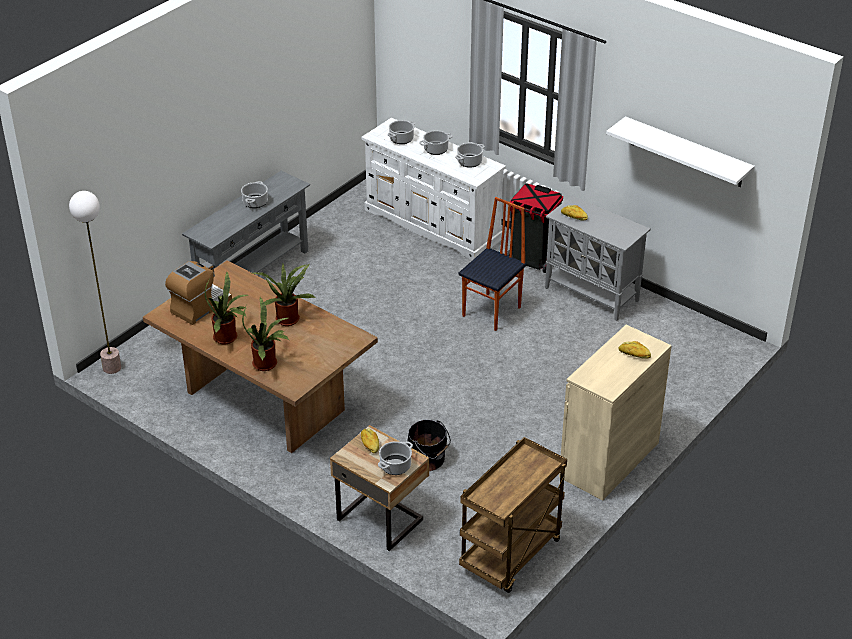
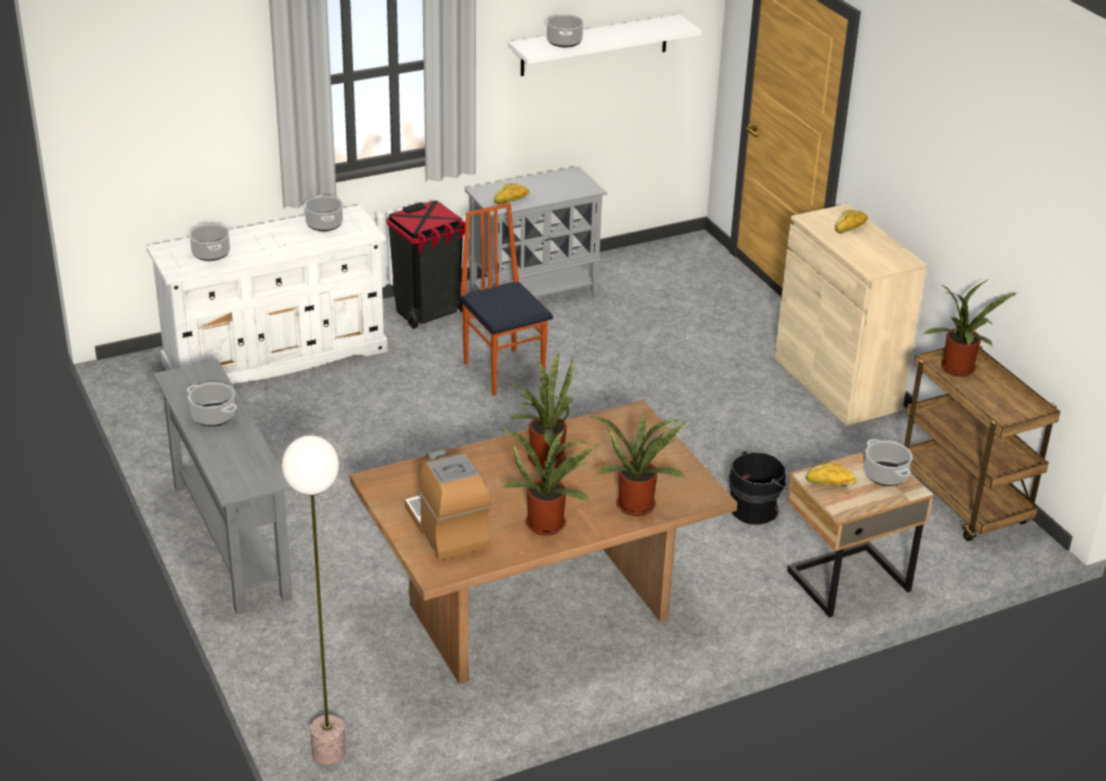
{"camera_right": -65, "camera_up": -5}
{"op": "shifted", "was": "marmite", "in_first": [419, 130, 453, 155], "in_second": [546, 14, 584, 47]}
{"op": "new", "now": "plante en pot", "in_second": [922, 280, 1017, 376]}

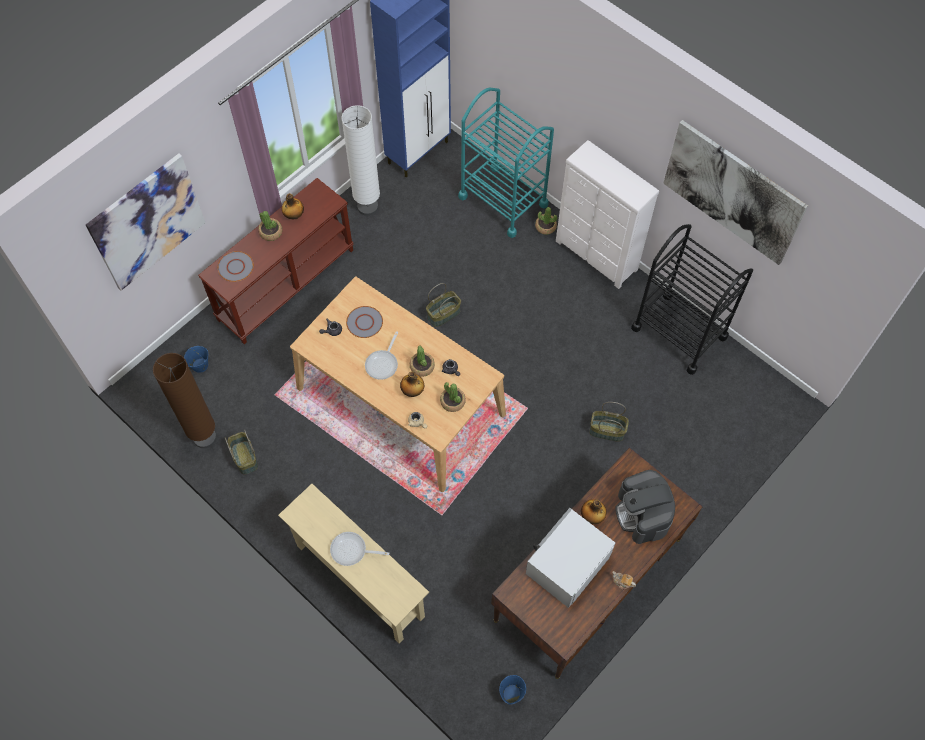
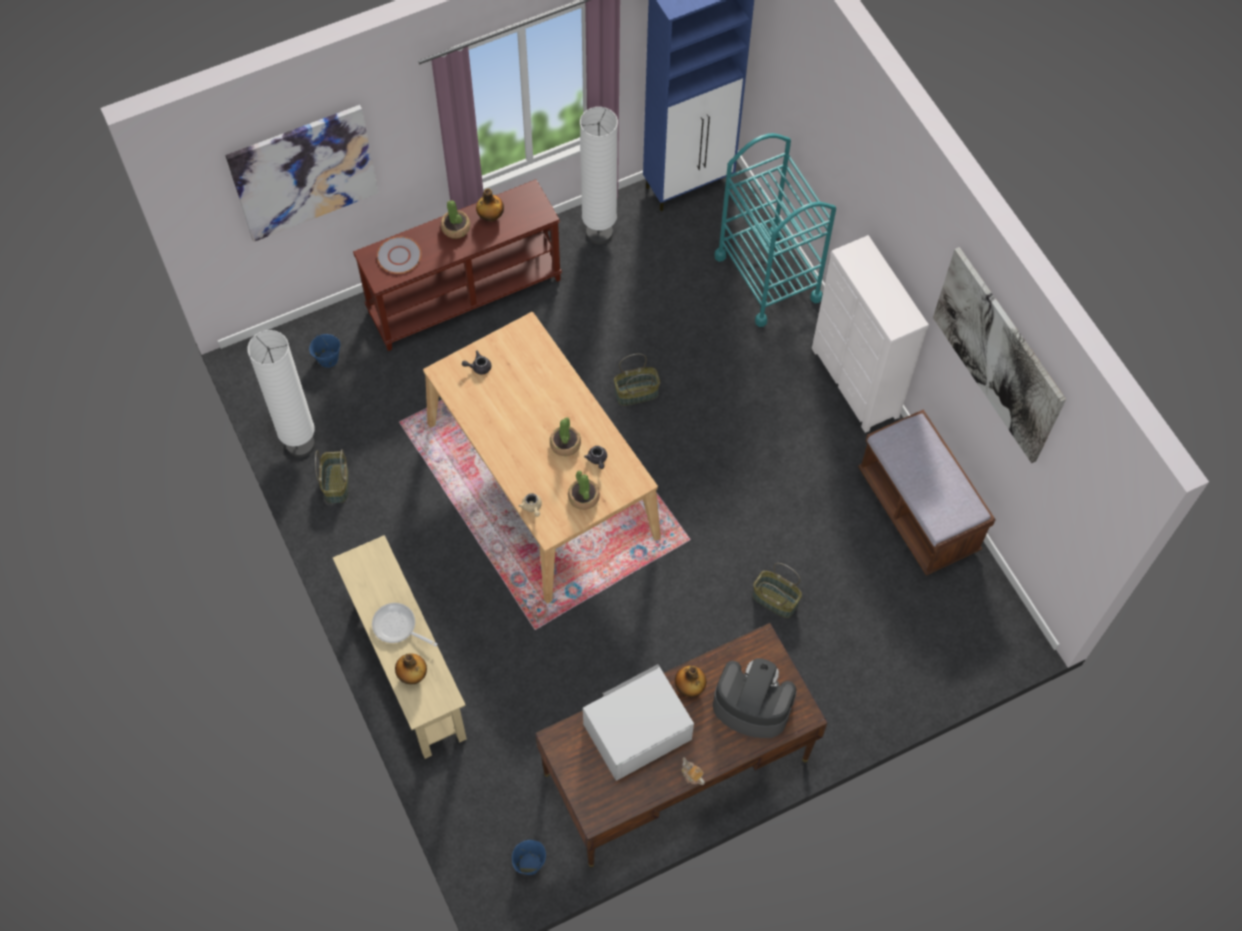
{"camera_right": 20, "camera_up": 0}
{"op": "gone", "was": "plante en pot", "in_first": [535, 207, 557, 235]}
{"op": "swapped", "was": "chariot/noir", "now": "banc/marron", "in_first": [631, 224, 753, 375], "in_second": [858, 410, 996, 576]}
{"op": "gone", "was": "assiette/gris", "in_first": [346, 306, 383, 338]}
{"op": "gone", "was": "poêle", "in_first": [365, 331, 399, 380]}
{"op": "repainted", "was": "lampadaire/marron", "now": "lampadaire/blanc", "in_first": [153, 353, 217, 448], "in_second": [247, 330, 315, 458]}
{"op": "shifted", "was": "bouteille", "in_first": [400, 371, 424, 397], "in_second": [395, 653, 427, 684]}
{"op": "rotated", "was": "machine à café", "in_first": [615, 470, 675, 544], "in_second": [713, 658, 796, 738], "clockwise": 105}

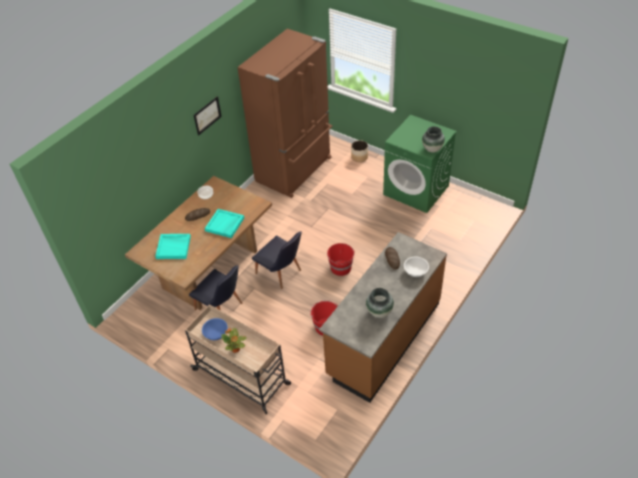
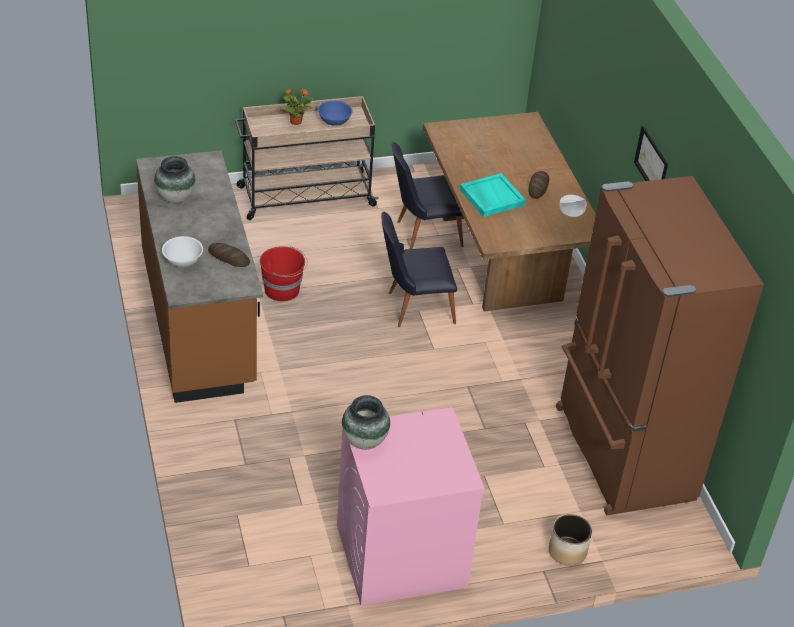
{"camera_right": 125, "camera_up": -5}
{"op": "repainted", "was": "lave-linge/vert", "now": "lave-linge/rose", "in_first": [383, 115, 457, 213], "in_second": [337, 407, 485, 606]}
{"op": "gone", "was": "plateau/turquoise", "in_first": [155, 234, 191, 259]}
{"op": "gone", "was": "seau/rouge", "in_first": [327, 243, 355, 276]}

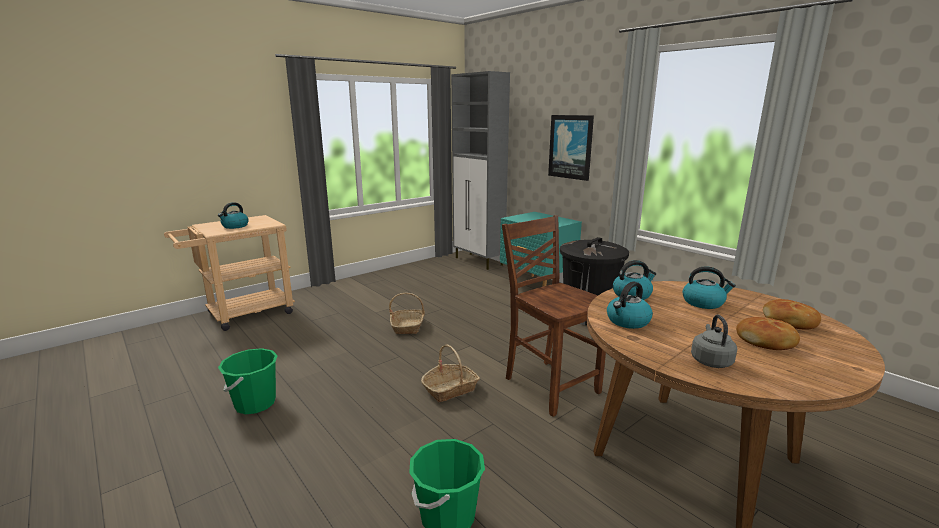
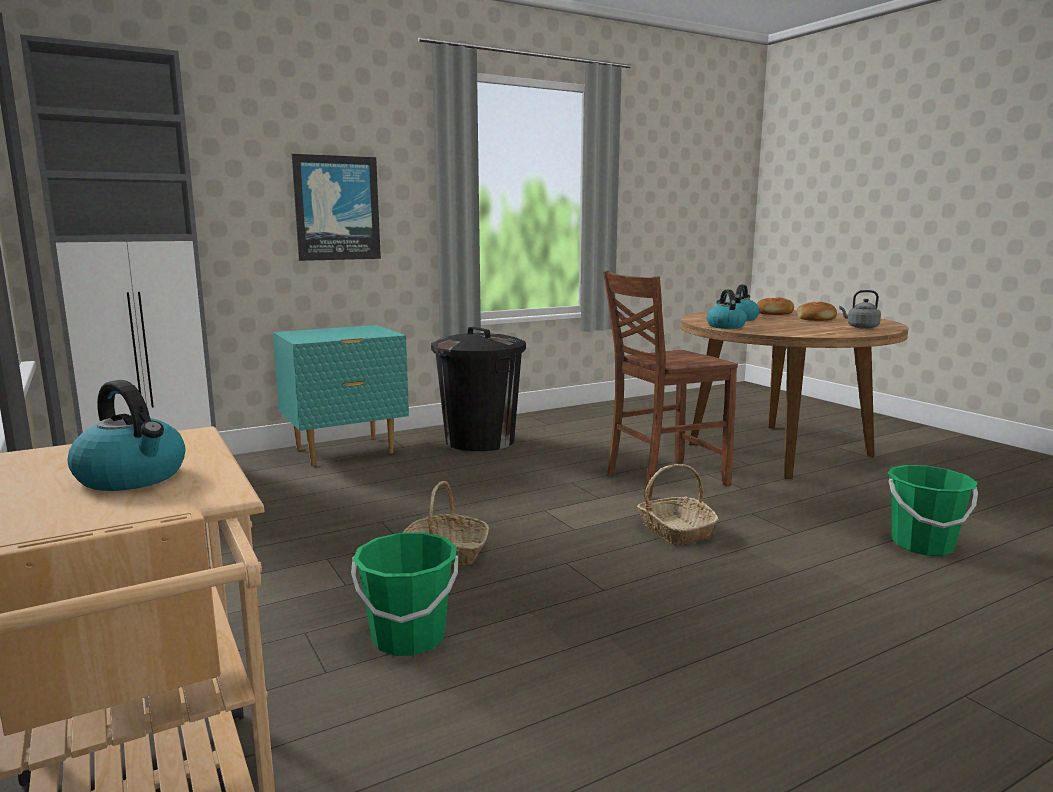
{"camera_right": -80, "camera_up": -5}
{"op": "gone", "was": "bouilloire", "in_first": [607, 282, 653, 329]}
{"op": "shifted", "was": "seau/vert", "in_first": [218, 348, 278, 414], "in_second": [351, 533, 458, 656]}

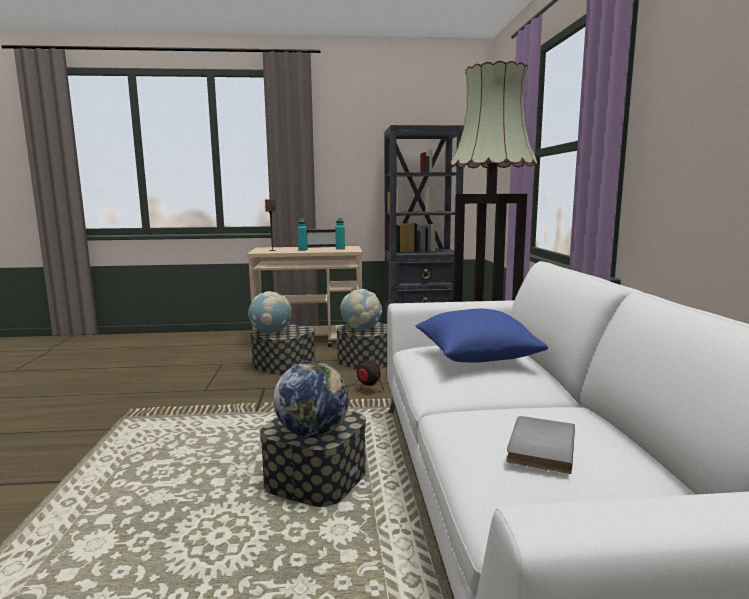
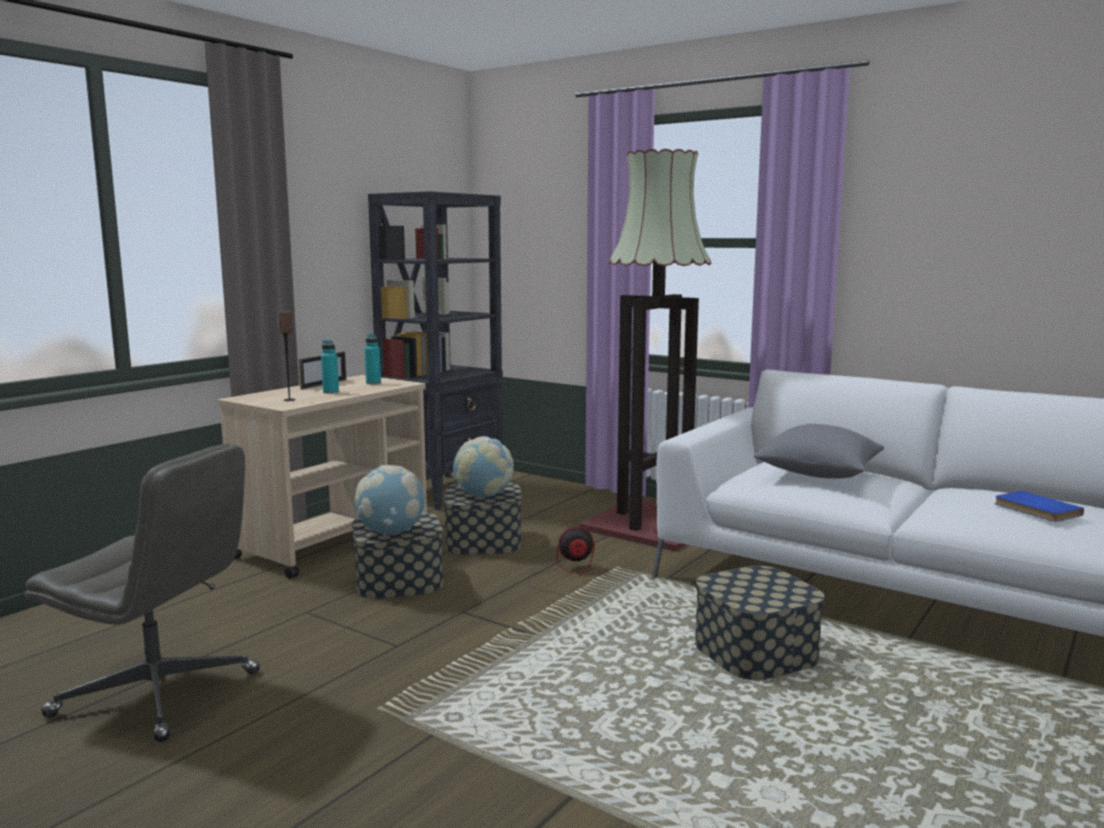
{"camera_right": -50, "camera_up": 0}
{"op": "repainted", "was": "coussin/bleu", "now": "coussin/gris", "in_first": [416, 309, 548, 363], "in_second": [753, 424, 884, 479]}
{"op": "gone", "was": "globe", "in_first": [273, 361, 349, 437]}
{"op": "repainted", "was": "livre/gris", "now": "livre/bleu", "in_first": [506, 416, 575, 474], "in_second": [995, 491, 1084, 522]}
{"op": "new", "now": "chaise de bureau/gris", "in_second": [25, 443, 260, 742]}

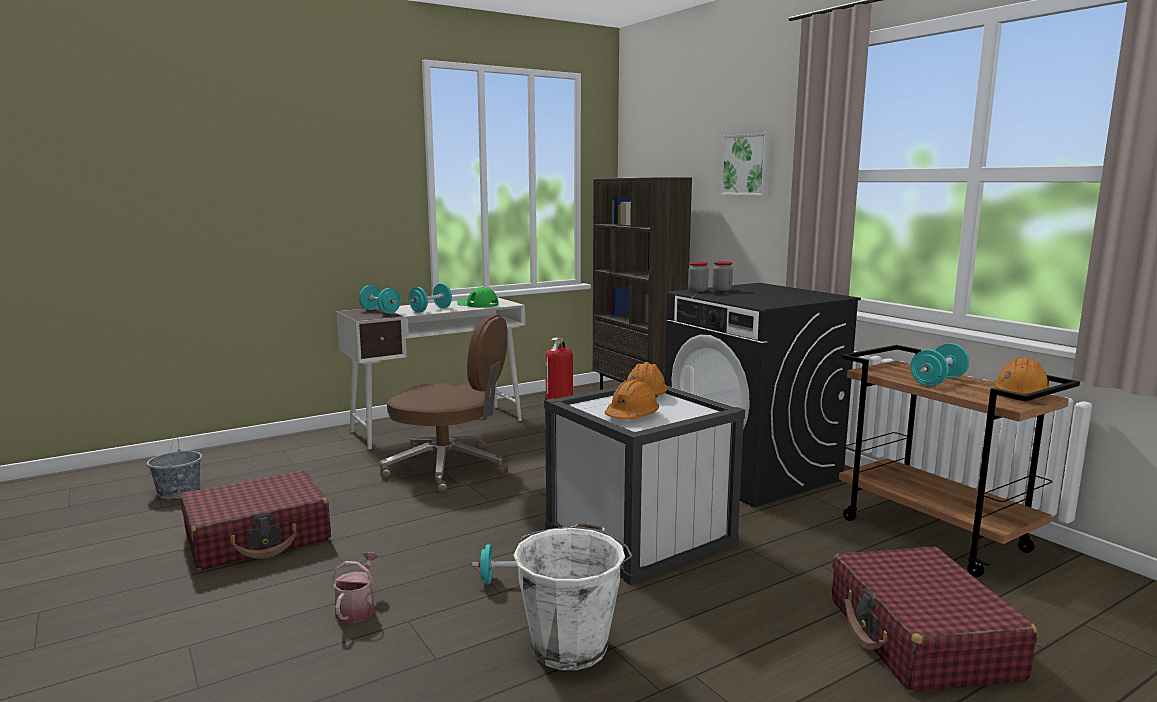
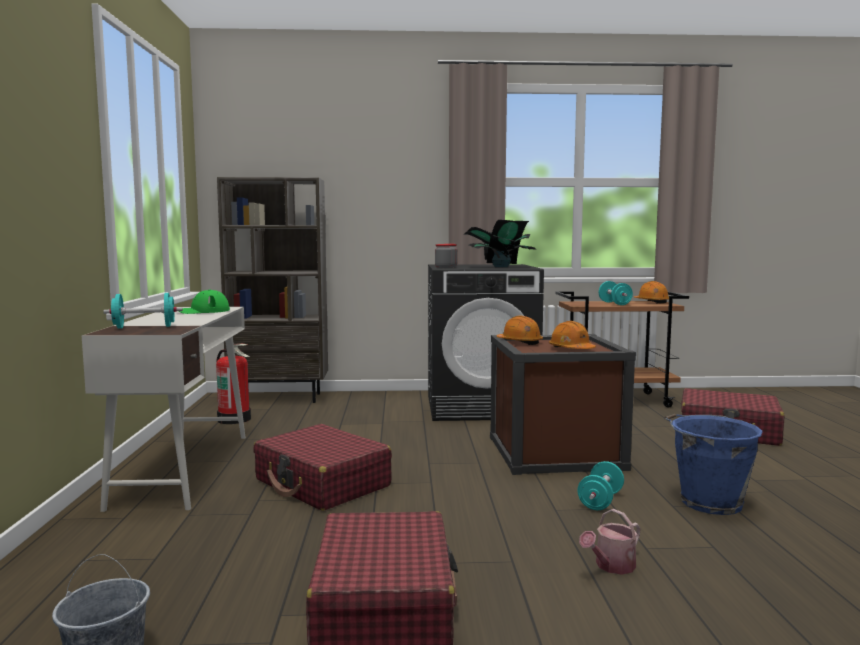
{"camera_right": -60, "camera_up": -5}
{"op": "gone", "was": "tableau", "in_first": [721, 133, 771, 196]}
{"op": "gone", "was": "haltère/turquoise", "in_first": [409, 284, 452, 312]}
{"op": "swapped", "was": "chaise de bureau/marron", "now": "valise/rouge", "in_first": [380, 314, 508, 493], "in_second": [253, 424, 392, 511]}
{"op": "repainted", "was": "boîte de rangement/blanc", "now": "boîte de rangement/marron", "in_first": [544, 386, 745, 585], "in_second": [490, 334, 636, 475]}
{"op": "repainted", "was": "seau/blanc", "now": "seau/bleu", "in_first": [513, 522, 632, 670], "in_second": [664, 414, 763, 515]}
{"op": "rotated", "was": "arrosoir", "in_first": [332, 552, 378, 623], "in_second": [579, 509, 641, 575], "clockwise": -75}
{"op": "new", "now": "plante en pot", "in_second": [463, 220, 537, 267]}

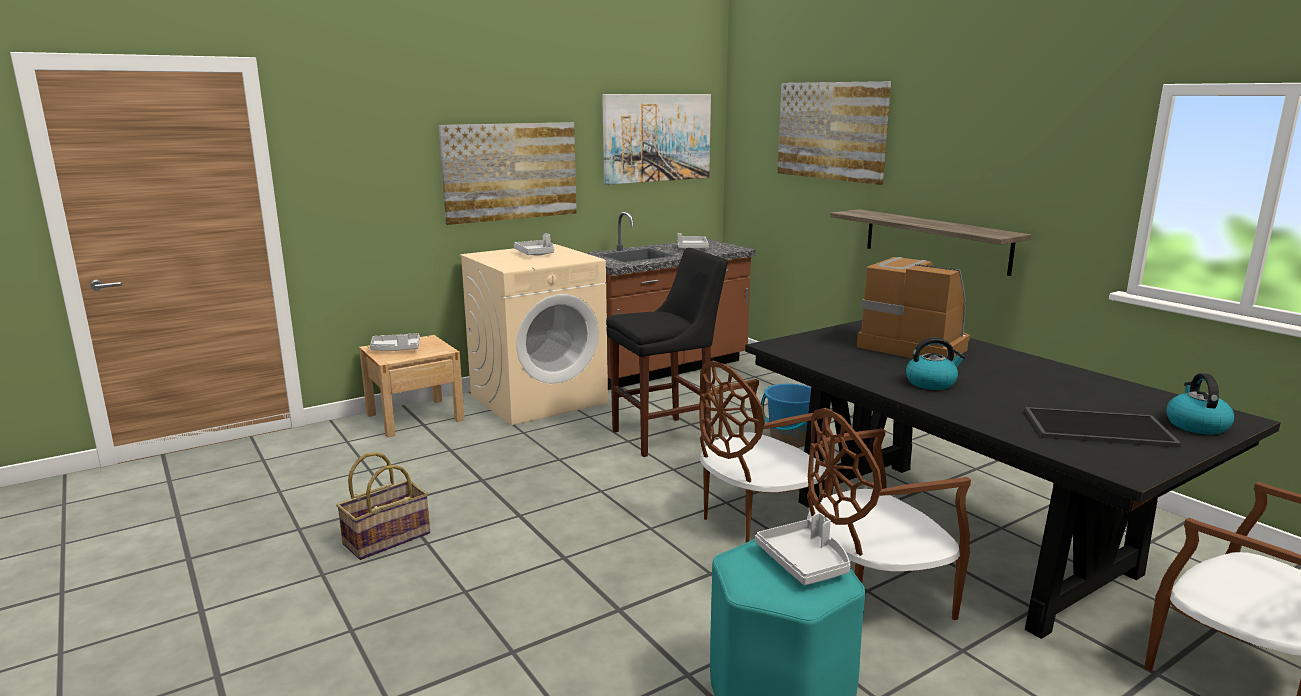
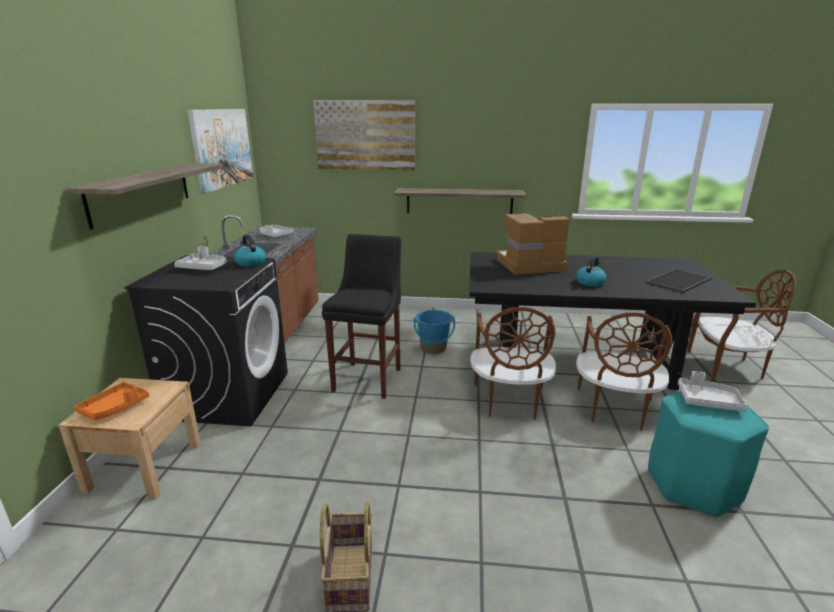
{"camera_right": -50, "camera_up": 5}
{"op": "swapped", "was": "tableau", "now": "étagère", "in_first": [439, 122, 577, 225], "in_second": [66, 163, 223, 230]}
{"op": "repainted", "was": "lave-linge/beige", "now": "lave-linge/noir", "in_first": [460, 244, 608, 426], "in_second": [124, 255, 288, 426]}
{"op": "repainted", "was": "plateau/gris", "now": "plateau/orange", "in_first": [370, 333, 420, 351], "in_second": [75, 382, 149, 420]}
{"op": "shifted", "was": "bouilloire", "in_first": [1166, 373, 1234, 435], "in_second": [234, 235, 266, 267]}

